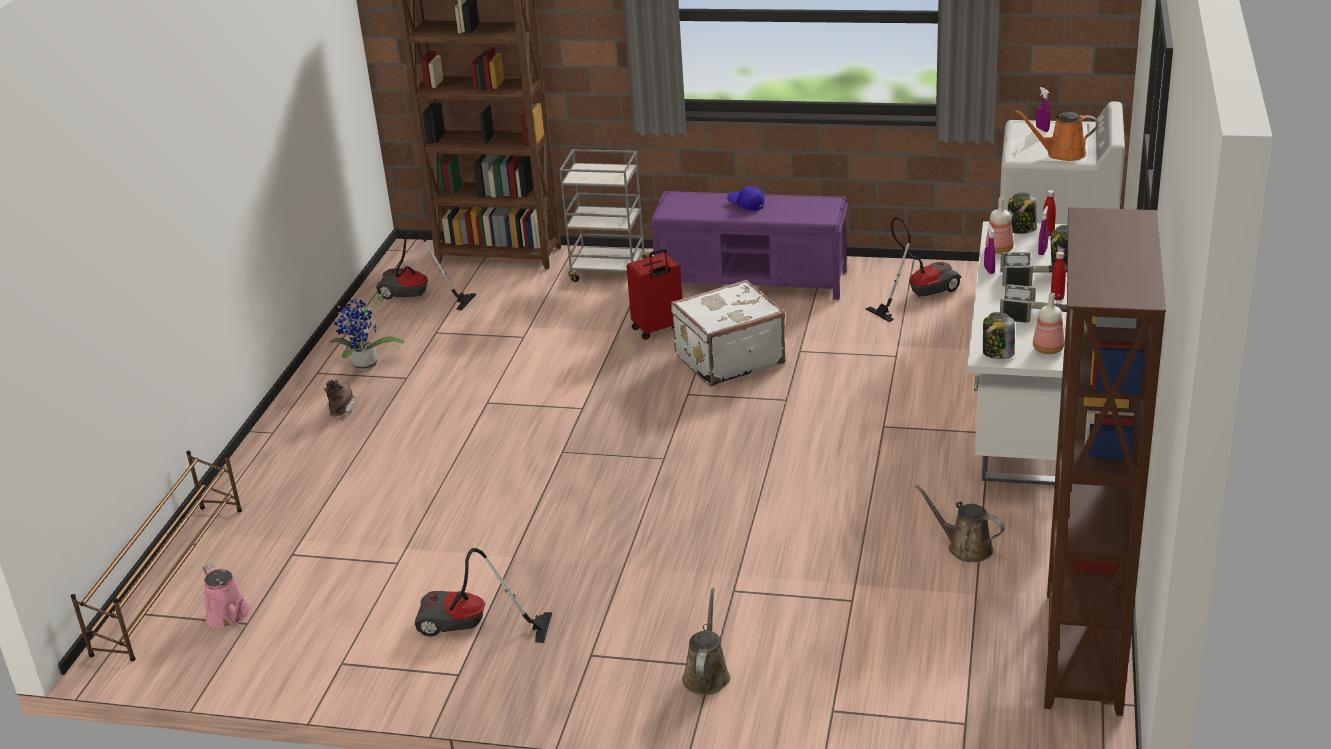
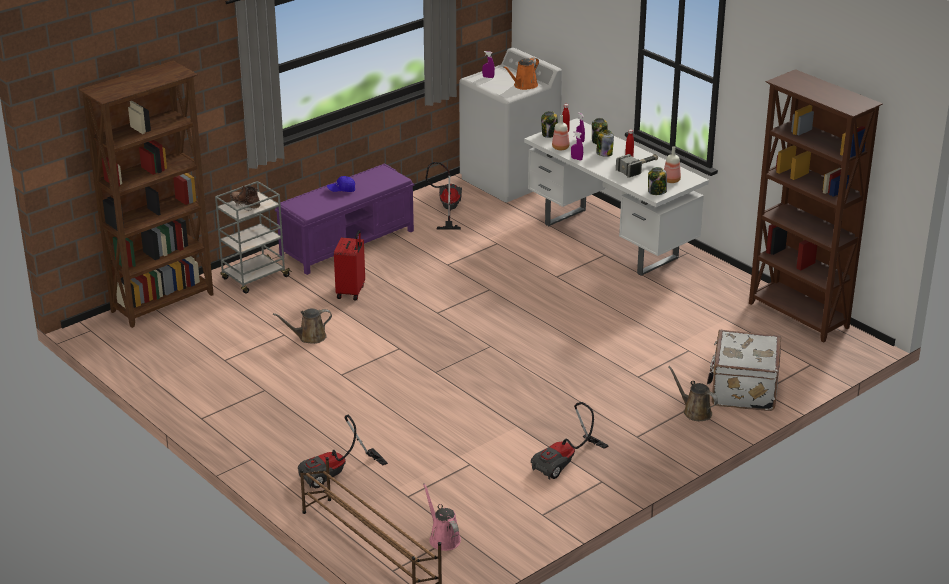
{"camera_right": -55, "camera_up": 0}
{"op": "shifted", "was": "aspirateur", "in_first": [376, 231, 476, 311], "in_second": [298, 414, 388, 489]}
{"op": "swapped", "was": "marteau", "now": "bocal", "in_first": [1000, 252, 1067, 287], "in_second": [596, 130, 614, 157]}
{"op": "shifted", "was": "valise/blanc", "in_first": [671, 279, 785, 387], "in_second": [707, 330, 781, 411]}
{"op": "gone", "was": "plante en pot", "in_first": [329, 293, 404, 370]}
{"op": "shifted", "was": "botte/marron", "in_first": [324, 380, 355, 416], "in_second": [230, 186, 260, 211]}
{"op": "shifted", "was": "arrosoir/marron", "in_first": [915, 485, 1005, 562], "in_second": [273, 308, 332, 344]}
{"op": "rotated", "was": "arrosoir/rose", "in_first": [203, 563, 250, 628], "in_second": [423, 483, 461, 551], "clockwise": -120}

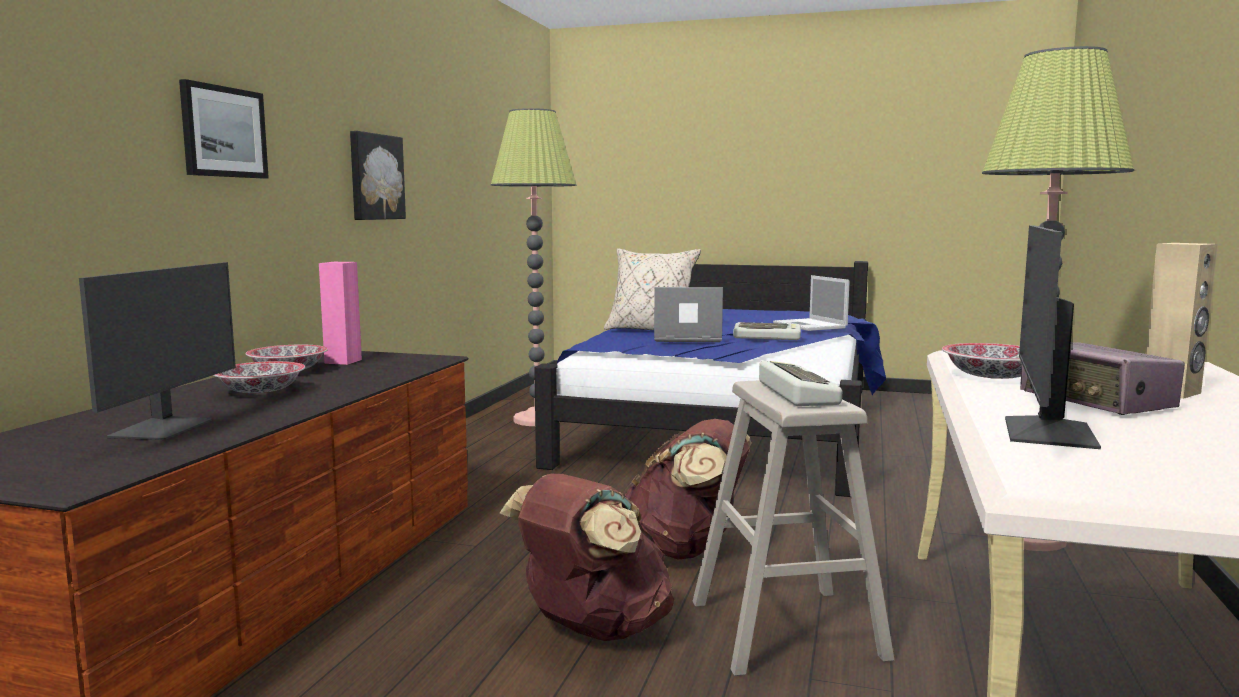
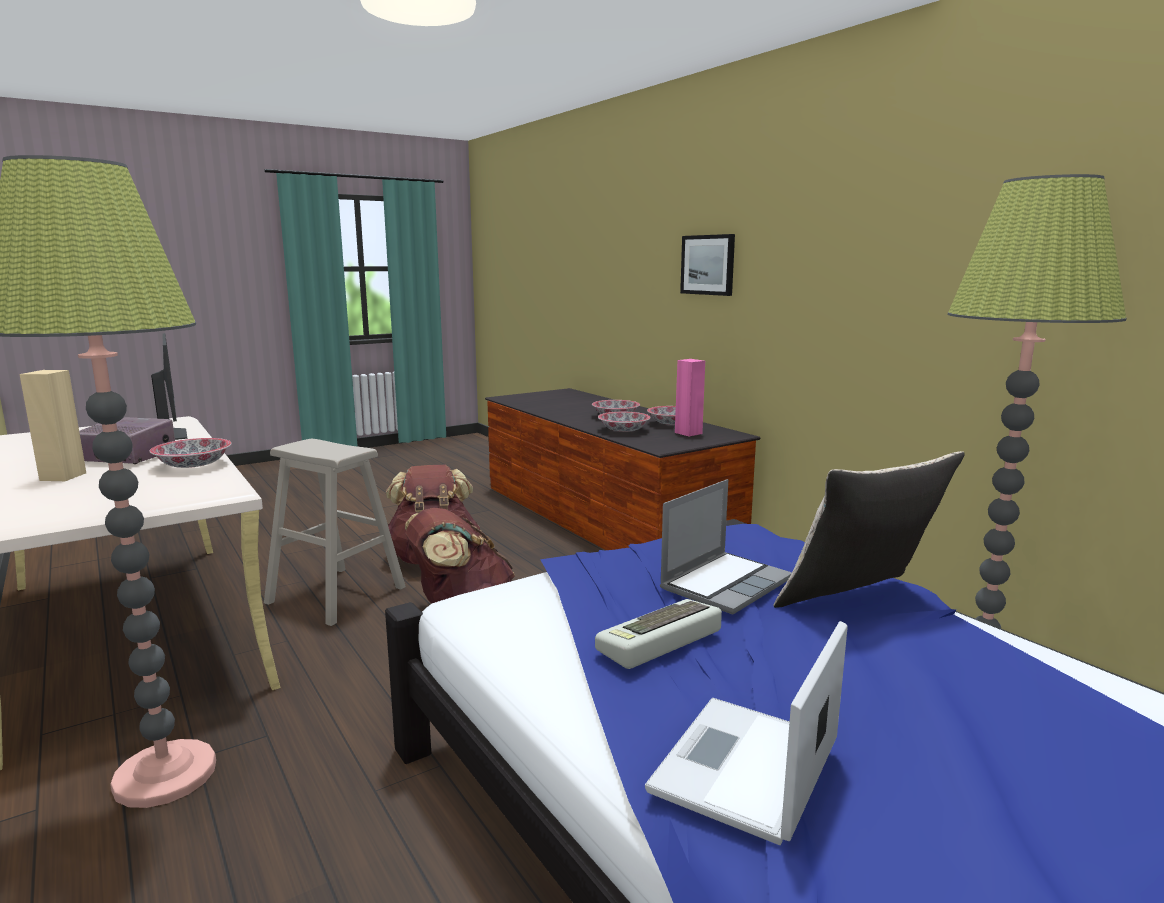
{"camera_right": 130, "camera_up": 5}
{"op": "gone", "was": "tableau", "in_first": [350, 131, 406, 220]}
{"op": "gone", "was": "écran d'ordinateur", "in_first": [79, 262, 236, 440]}
{"op": "rotated", "was": "ordinateur portable", "in_first": [773, 275, 850, 331], "in_second": [645, 621, 848, 845], "clockwise": -75}
{"op": "gone", "was": "clavier", "in_first": [759, 361, 842, 406]}
{"op": "new", "now": "bol", "in_second": [598, 412, 651, 432]}

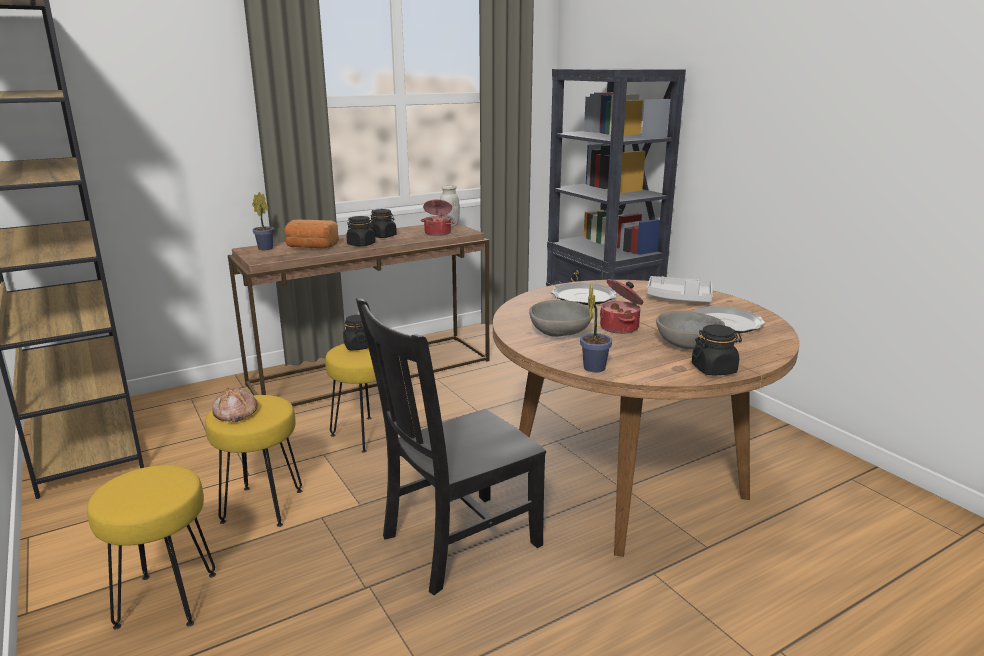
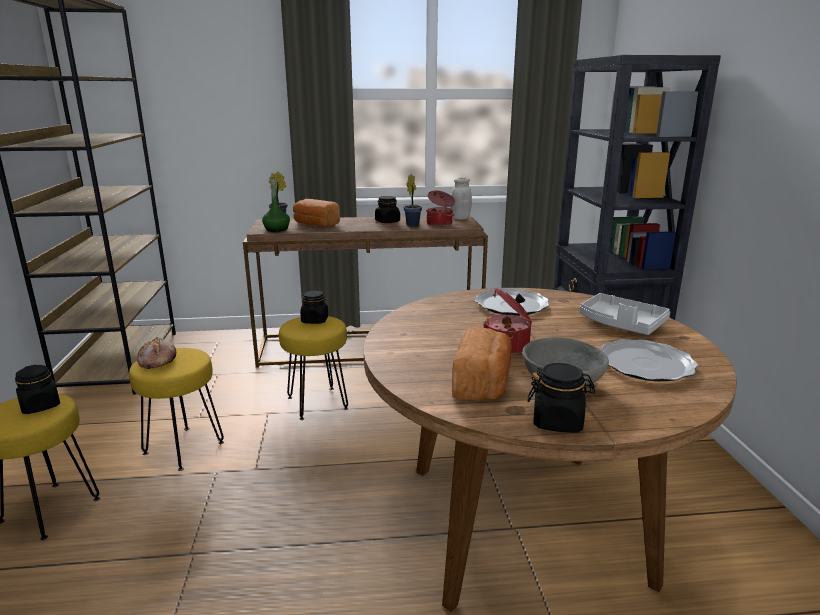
{"camera_right": 25, "camera_up": 0}
{"op": "shifted", "was": "bocal/noir", "in_first": [346, 216, 376, 246], "in_second": [15, 365, 60, 414]}
{"op": "shifted", "was": "plante en pot", "in_first": [580, 284, 612, 373], "in_second": [404, 173, 422, 227]}
{"op": "gone", "was": "chaise/noir", "in_first": [356, 298, 546, 595]}
{"op": "gone", "was": "bol/gris", "in_first": [529, 300, 592, 337]}
{"op": "new", "now": "bouteille/vert", "in_second": [262, 177, 290, 232]}
{"op": "new", "now": "pain", "in_second": [452, 327, 512, 401]}

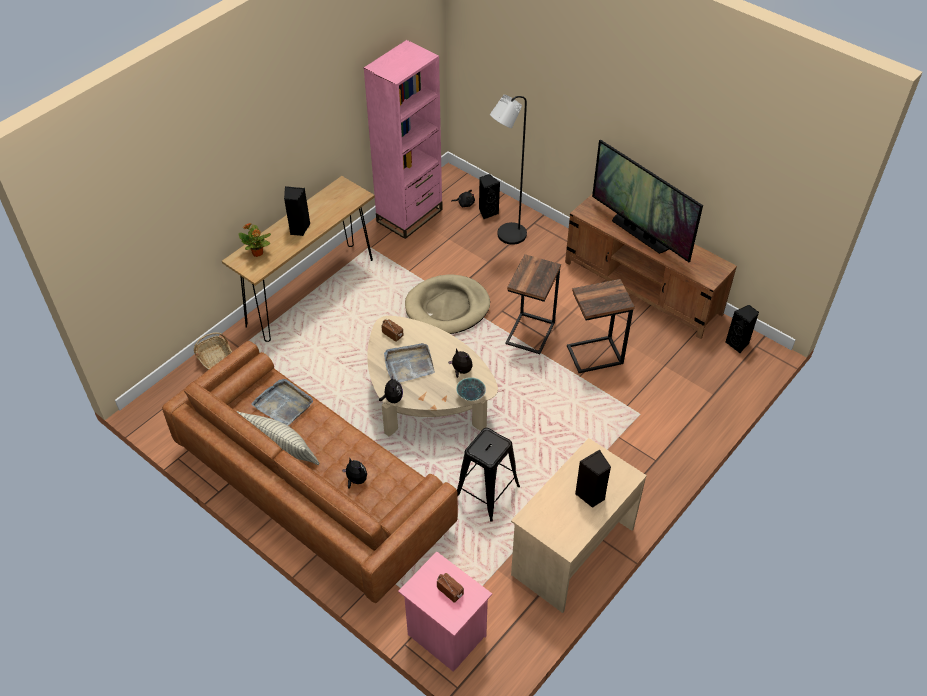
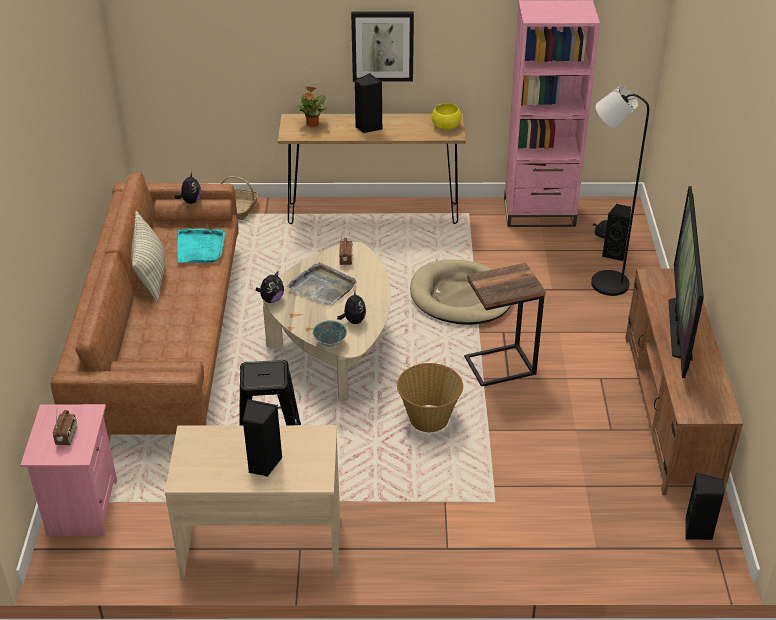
{"camera_right": 50, "camera_up": -10}
{"op": "gone", "was": "table d'appoint", "in_first": [567, 279, 635, 373]}
{"op": "repainted", "was": "plateau/gris", "now": "plateau/turquoise", "in_first": [251, 379, 313, 426], "in_second": [178, 229, 225, 263]}
{"op": "shifted", "was": "peluche", "in_first": [342, 458, 367, 489], "in_second": [175, 172, 201, 204]}
{"op": "new", "now": "tableau", "in_second": [351, 11, 414, 82]}
{"op": "new", "now": "bol/jaune", "in_second": [432, 103, 462, 130]}
{"op": "new", "now": "panier", "in_second": [397, 363, 463, 432]}

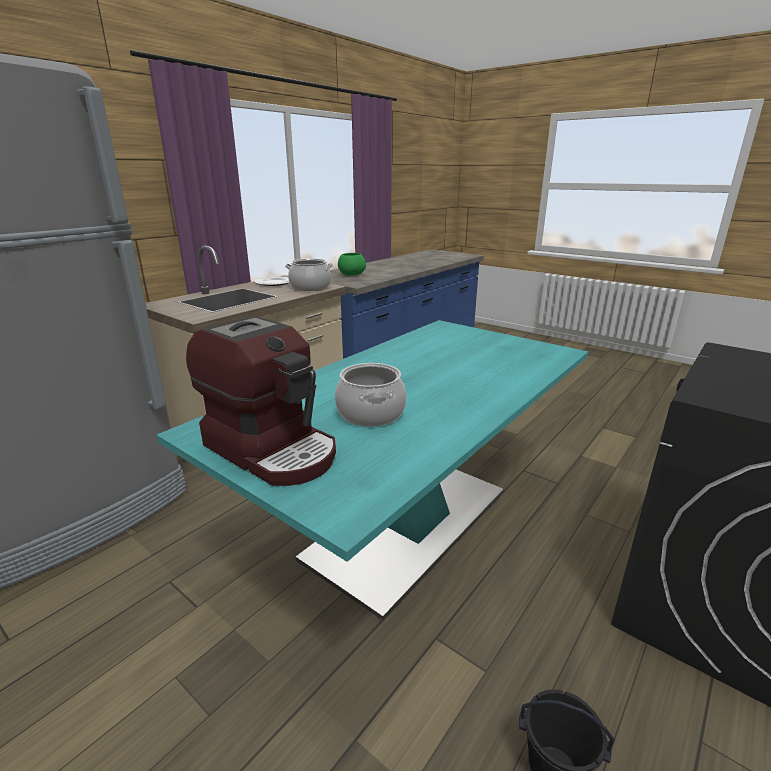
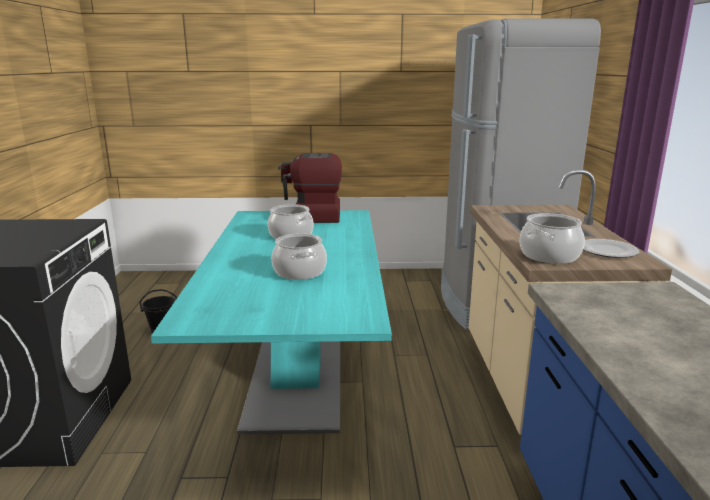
{"camera_right": 140, "camera_up": -5}
{"op": "gone", "was": "bol/vert", "in_first": [338, 253, 366, 276]}
{"op": "new", "now": "marmite", "in_second": [272, 233, 327, 280]}

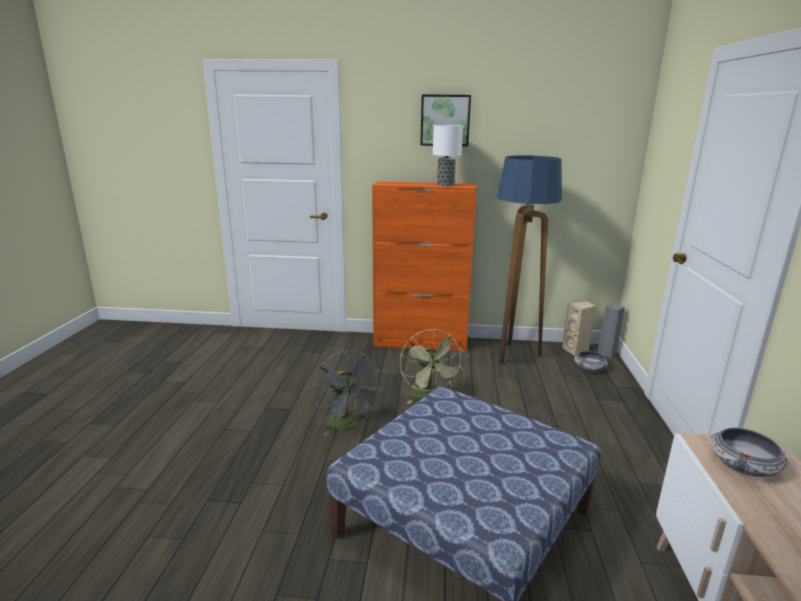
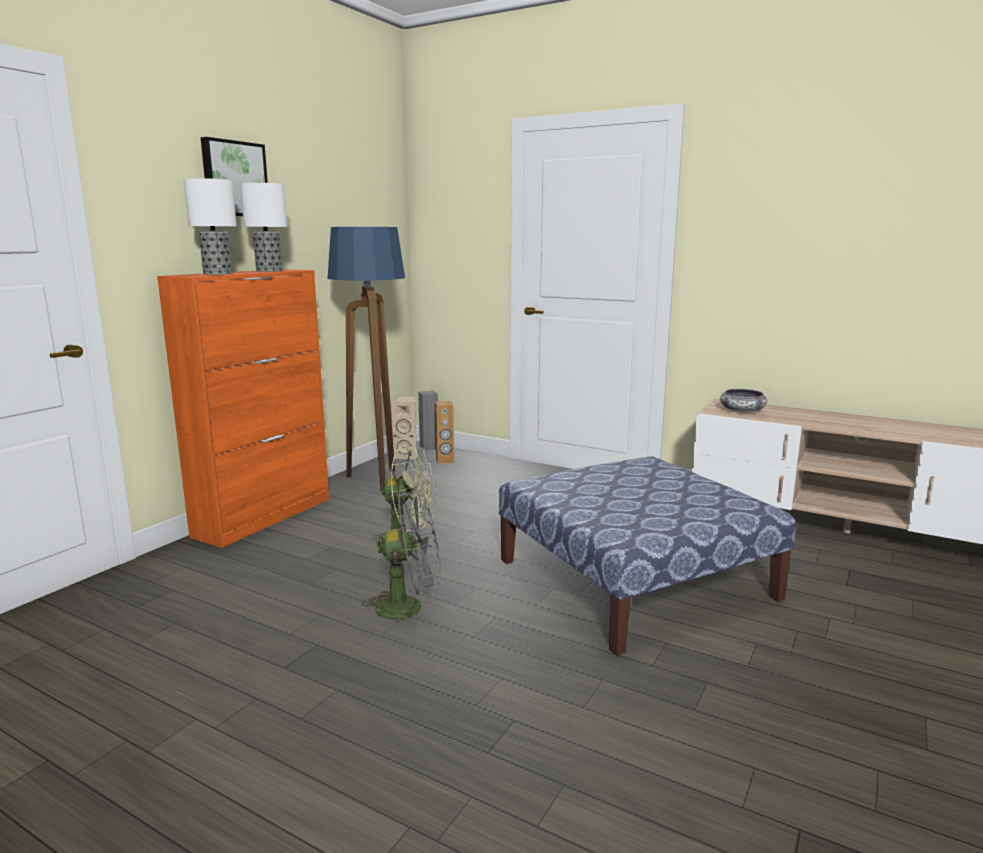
{"camera_right": -65, "camera_up": -5}
{"op": "swapped", "was": "bol", "now": "enceinte/marron", "in_first": [574, 351, 608, 372], "in_second": [435, 401, 454, 464]}
{"op": "new", "now": "lampe de table", "in_second": [184, 178, 237, 275]}

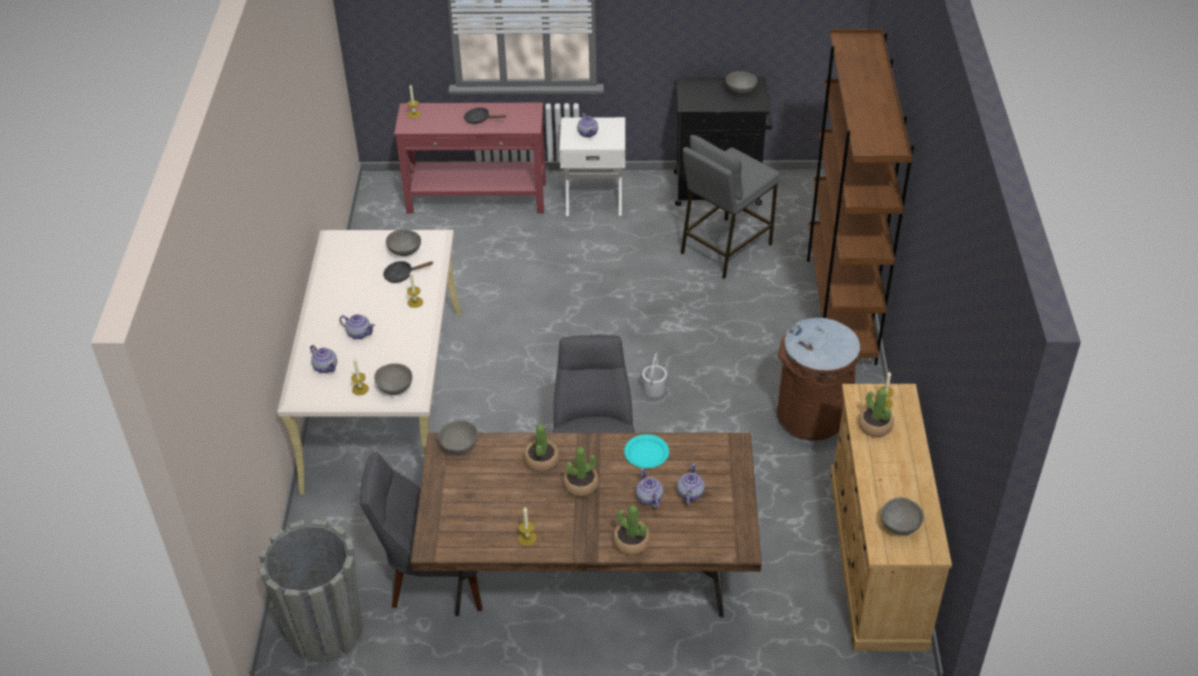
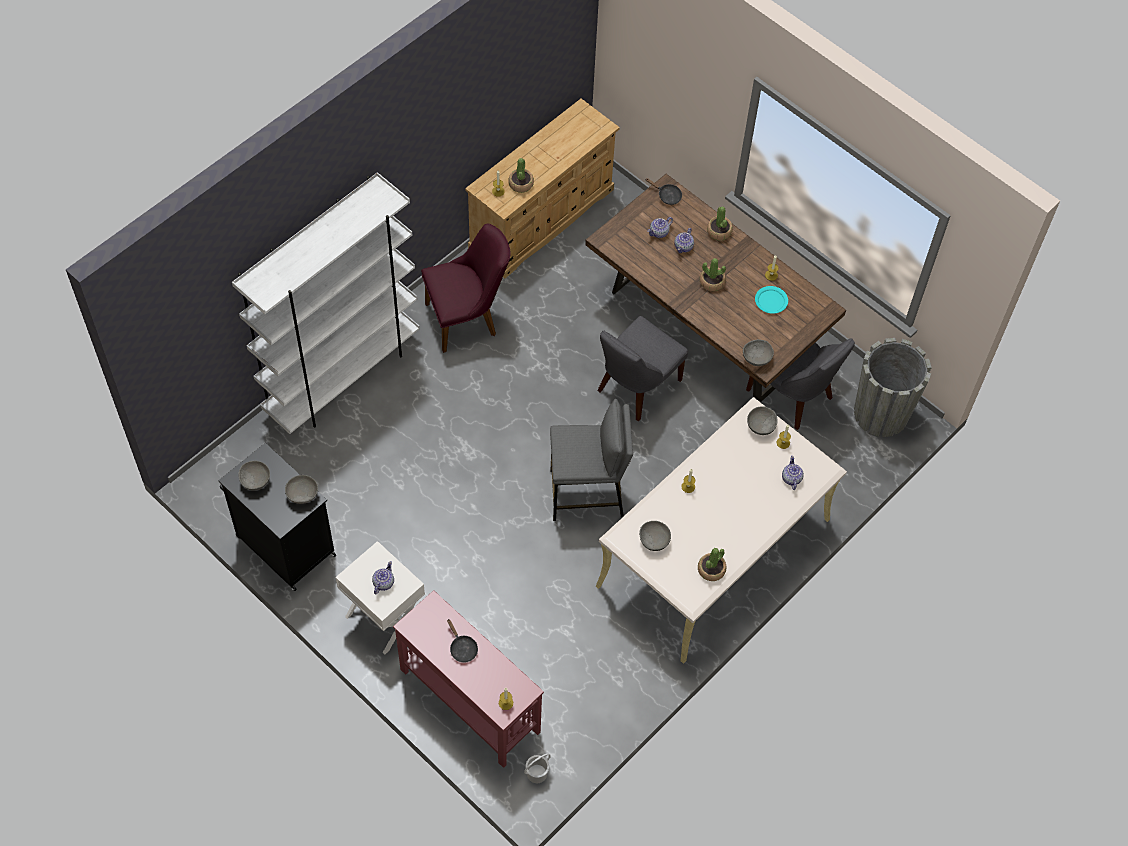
{"camera_right": -140, "camera_up": 15}
{"op": "repainted", "was": "bibliothèque/marron", "now": "bibliothèque/blanc", "in_first": [807, 29, 914, 365], "in_second": [232, 172, 420, 434]}
{"op": "shifted", "was": "tabouret/gris", "in_first": [681, 135, 780, 279], "in_second": [550, 399, 633, 521]}
{"op": "shifted", "was": "poêle/noir", "in_first": [383, 261, 433, 283], "in_second": [645, 178, 682, 205]}
{"op": "gone", "was": "théière", "in_first": [339, 314, 375, 339]}
{"op": "swapped", "was": "poubelle/marron", "now": "chaise/violet", "in_first": [777, 318, 860, 441], "in_second": [421, 224, 511, 353]}
{"op": "shifted", "was": "seau/blanc", "in_first": [642, 353, 667, 397], "in_second": [524, 754, 551, 783]}
{"op": "shifted", "was": "plante en pot", "in_first": [524, 424, 559, 472], "in_second": [698, 548, 726, 581]}
{"op": "shifted", "was": "assiette/turquoise", "in_first": [624, 434, 669, 468], "in_second": [755, 286, 788, 314]}
{"op": "shifted", "was": "bol/gris", "in_first": [881, 497, 924, 535], "in_second": [285, 475, 318, 504]}

